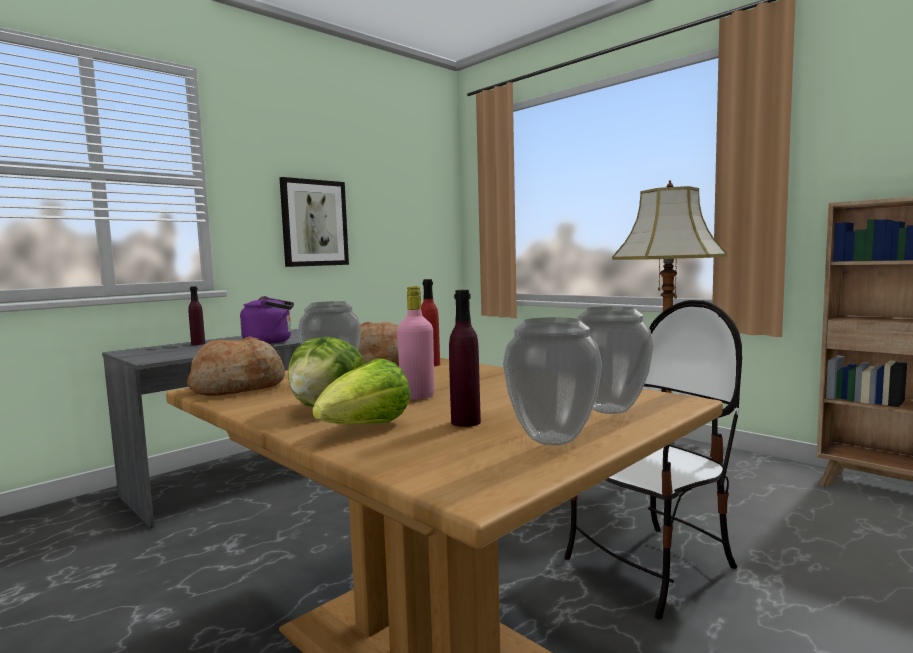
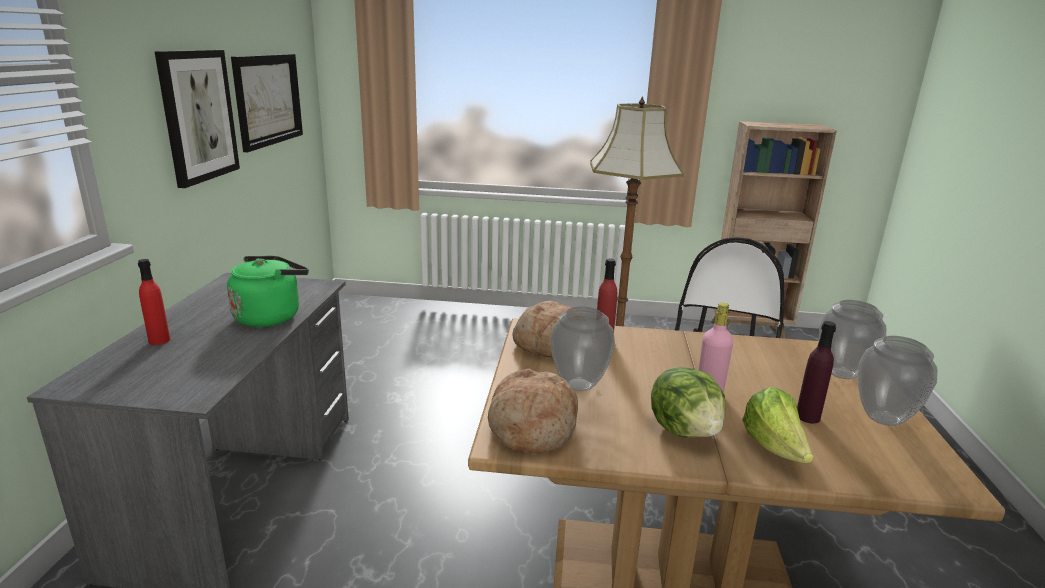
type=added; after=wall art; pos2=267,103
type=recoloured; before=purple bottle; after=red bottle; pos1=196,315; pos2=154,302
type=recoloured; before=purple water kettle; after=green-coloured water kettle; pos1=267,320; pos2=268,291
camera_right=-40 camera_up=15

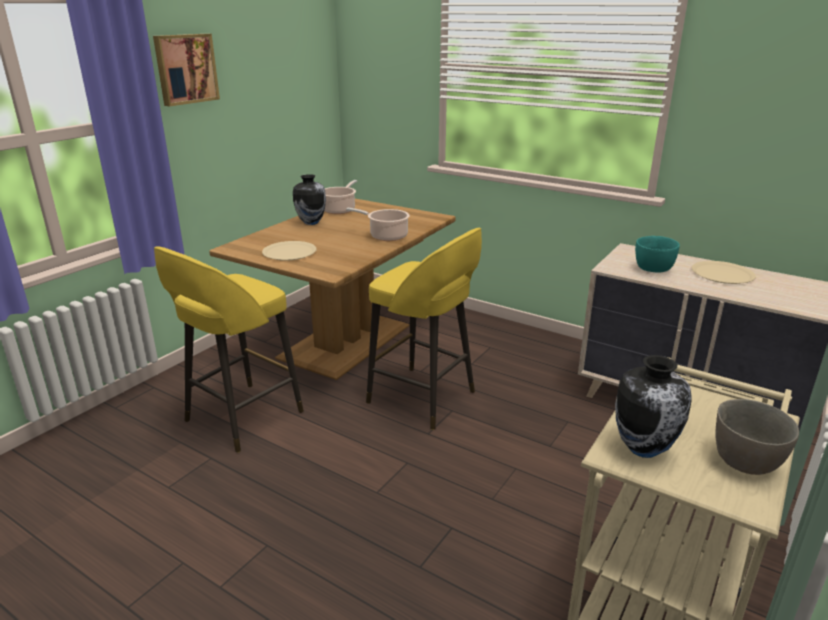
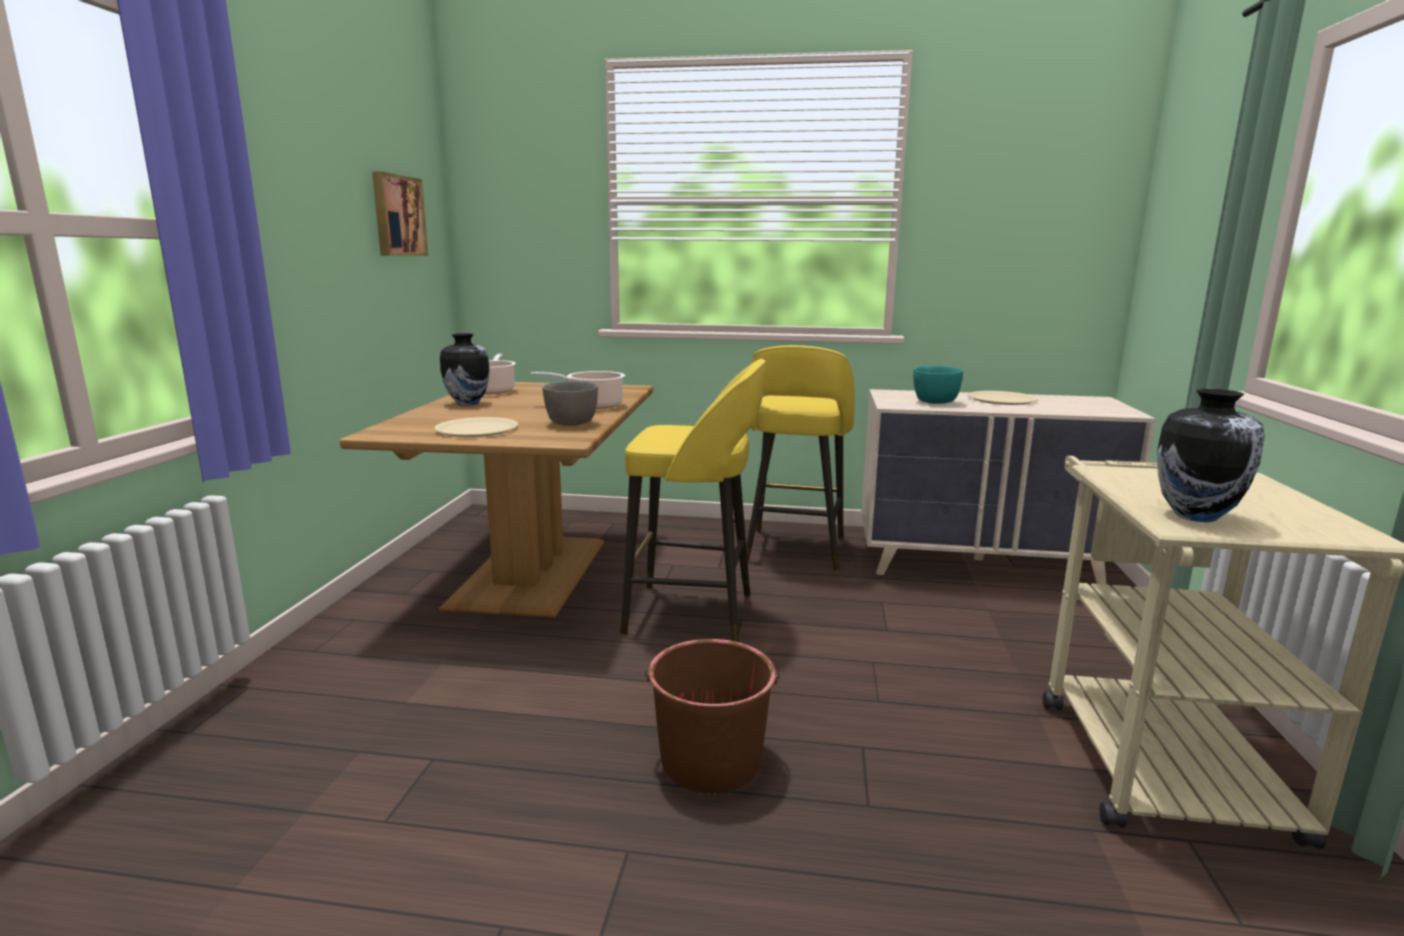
type=added; after=brownish water bucket; pos2=712,716
type=moved; before=wall art; pos1=186,70; pos2=400,213
type=moved; before=yellow sitting stool; pos1=229,349; pos2=800,458
type=moved; before=greyish bowl; pos1=757,437; pos2=570,403
camera_right=-25 camera_up=-10

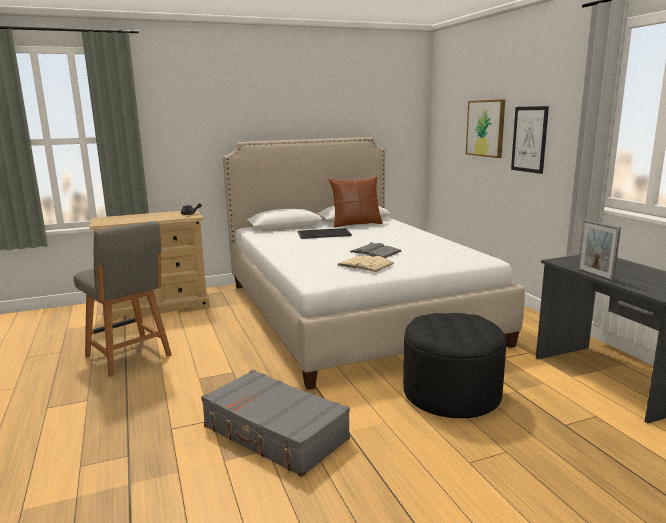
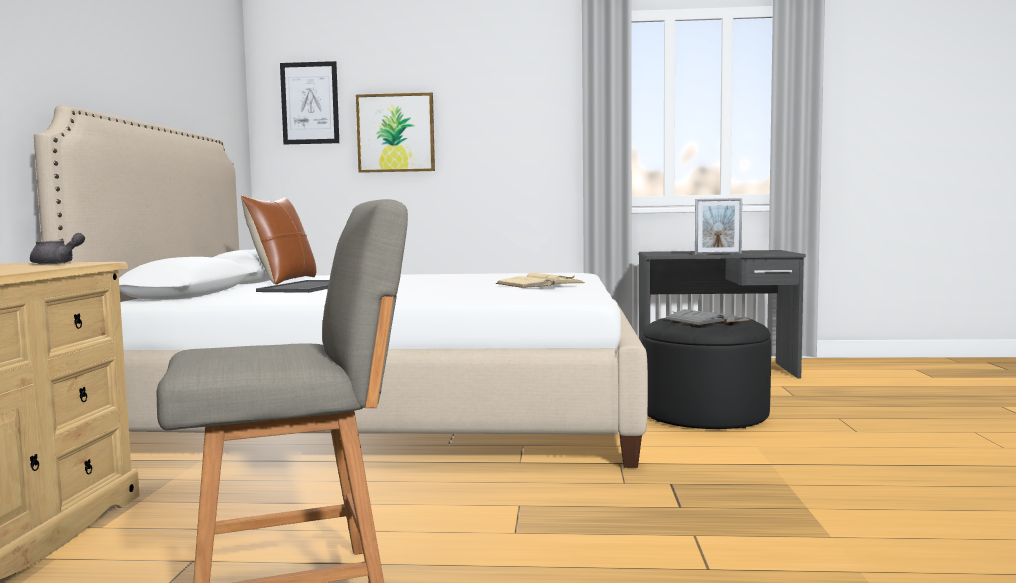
type=removed; before=greyish travel case; pos1=275,423
type=moved; before=greyish volume; pos1=376,250; pos2=707,317
type=moved; before=wall art; pos1=530,140; pos2=309,102
camera_right=-65 camera_up=-10

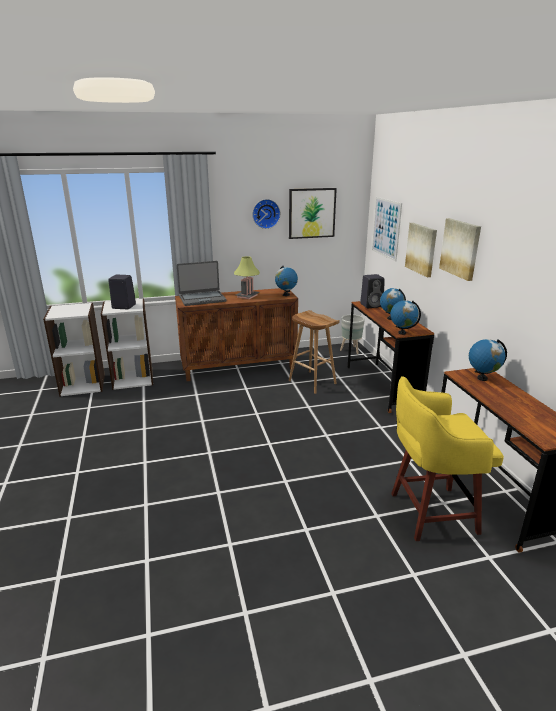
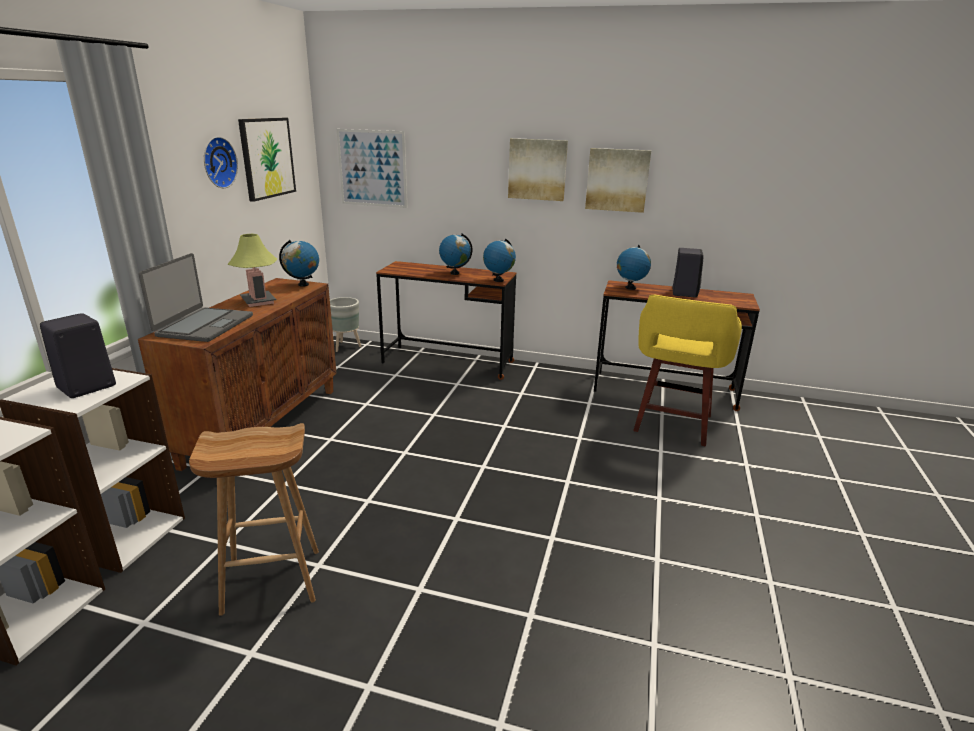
type=moved; before=brownish sitting stool; pos1=314,352; pos2=254,519
type=moved; before=black-coloured speaker; pos1=372,291; pos2=688,273
type=moved; before=wall art; pos1=421,250; pos2=618,180
camera_right=-60 camera_up=0

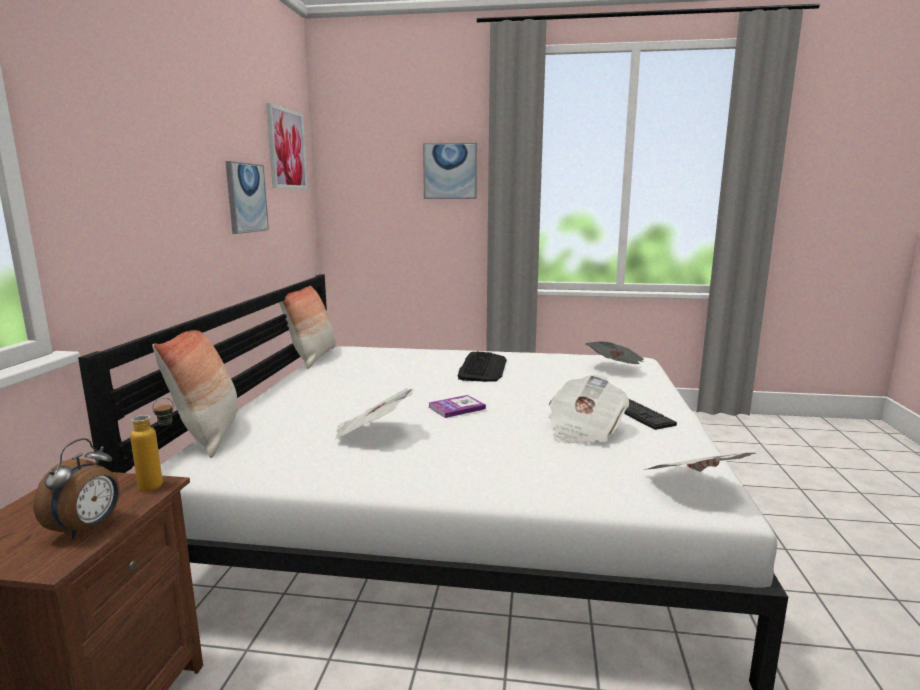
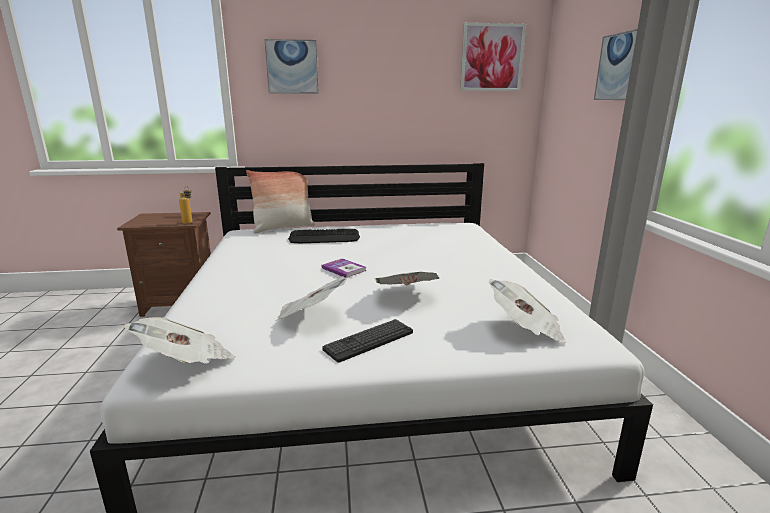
type=removed; before=bedside clock; pos1=76,489
type=removed; before=pillow; pos1=307,327
type=moved; before=wall art; pos1=247,197; pos2=291,66
type=moved; before=printed paper; pos1=374,413; pos2=407,278
type=moved; before=PC keyboard; pos1=482,366; pos2=324,236
camera_right=75 camera_up=5

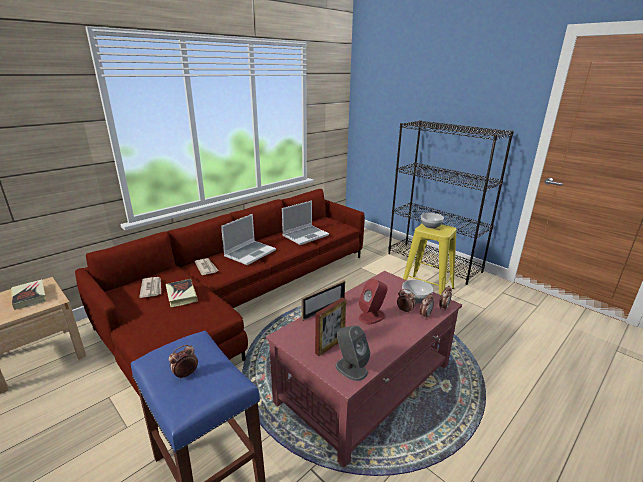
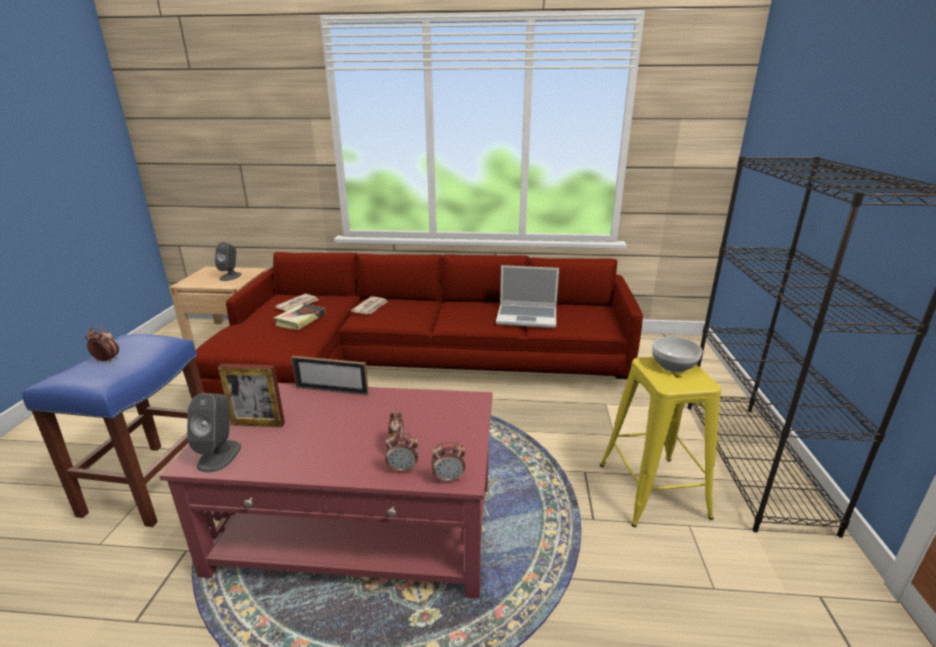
type=removed; before=notebook computer; pos1=248,239
type=removed; before=red speaker; pos1=373,301
type=removed; before=bowl; pos1=417,292
type=replaced; before=volume; after=greyish speaker; pos1=28,294; pos2=228,261
camera_right=50 camera_up=0

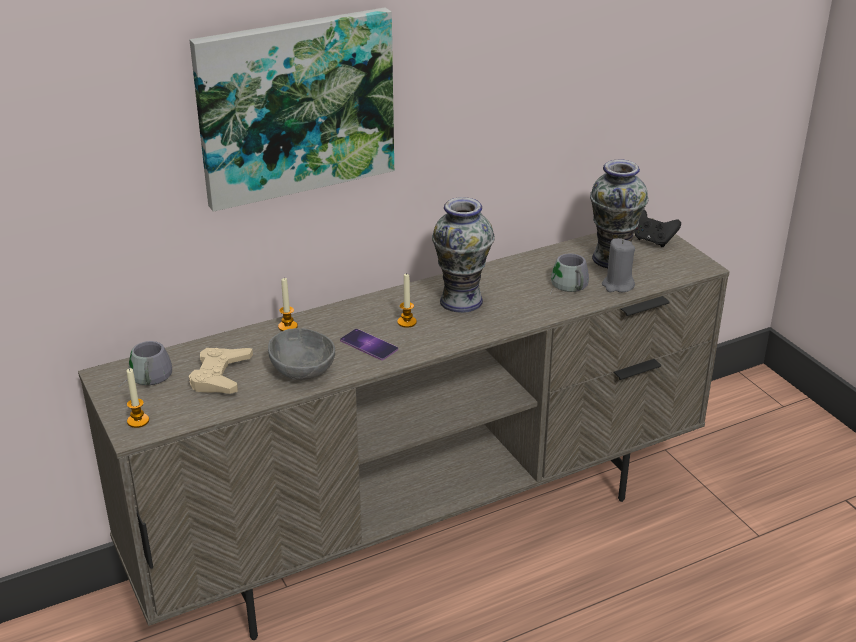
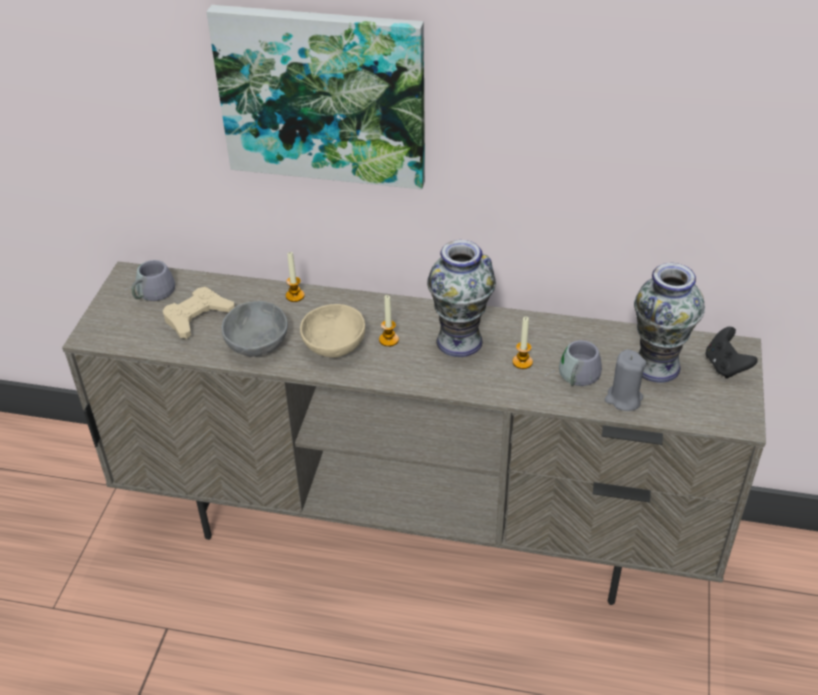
type=moved; before=wax light; pos1=138,398; pos2=522,343
type=replaced; before=phone; after=beige bowl; pos1=369,345; pos2=332,331
camera_right=40 camera_up=10

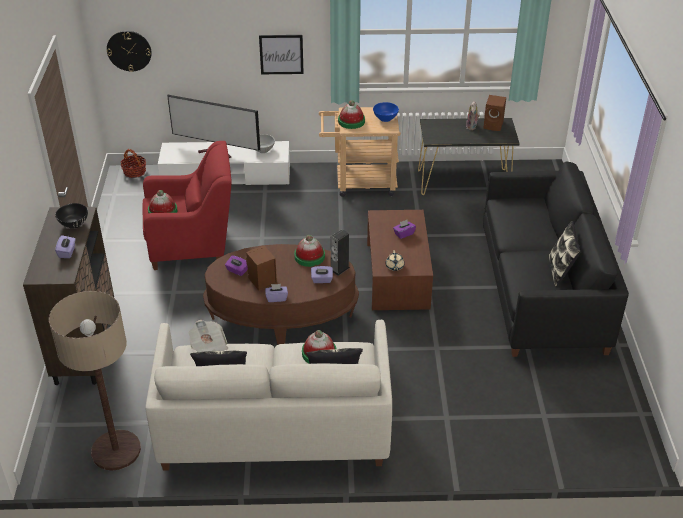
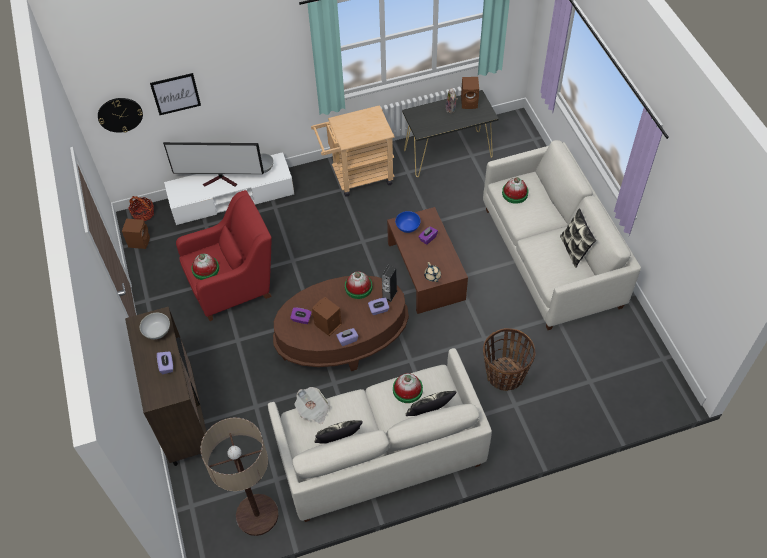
type=added; after=brownish speaker; pos2=136,234
type=added; after=household basket; pos2=509,359
type=moved; before=wall art; pos1=281,54; pos2=175,94
type=moved; before=clothing hat; pos1=351,114; pos2=515,190
type=moved; before=blue-coloured bowl; pos1=386,112; pos2=408,222
type=recoloured; before=black-coloured bowl; after=whitish bowl; pos1=71,216; pos2=155,326
type=recoloured; before=black-coloured sofa; after=whitish sofa; pos1=556,259; pos2=562,235
camera_right=-15 camera_up=15

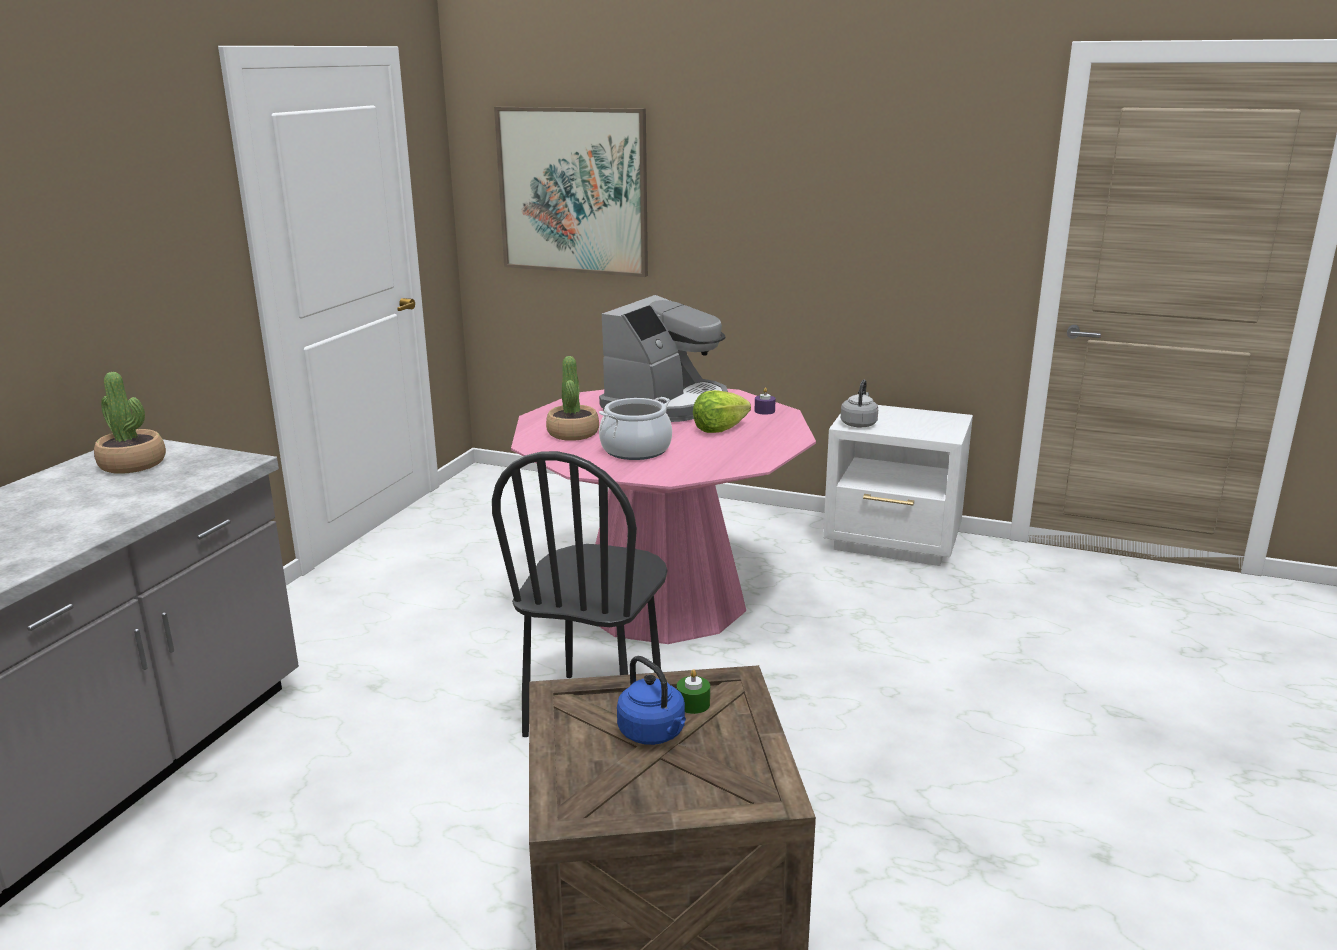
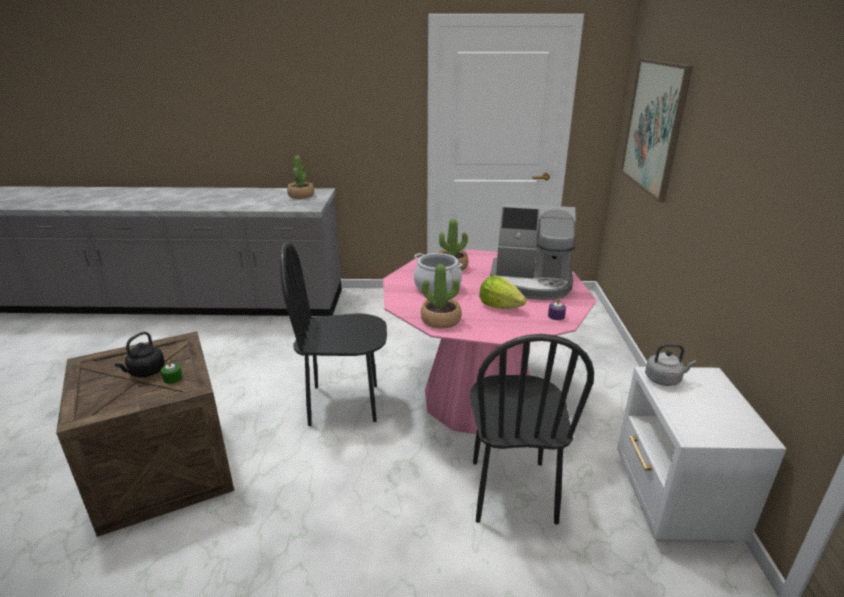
type=added; after=potted plant; pos2=441,296
type=added; after=black-coloured upright chair; pos2=532,429
type=recoloured; before=blue-coloured water kettle; after=black-coloured water kettle; pos1=651,700; pos2=140,354
camera_right=70 camera_up=5

